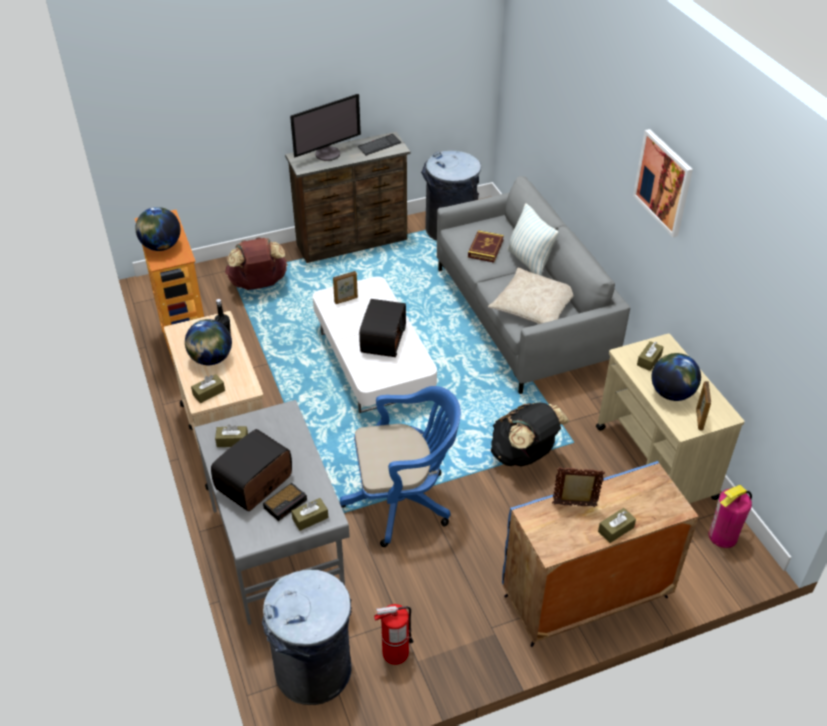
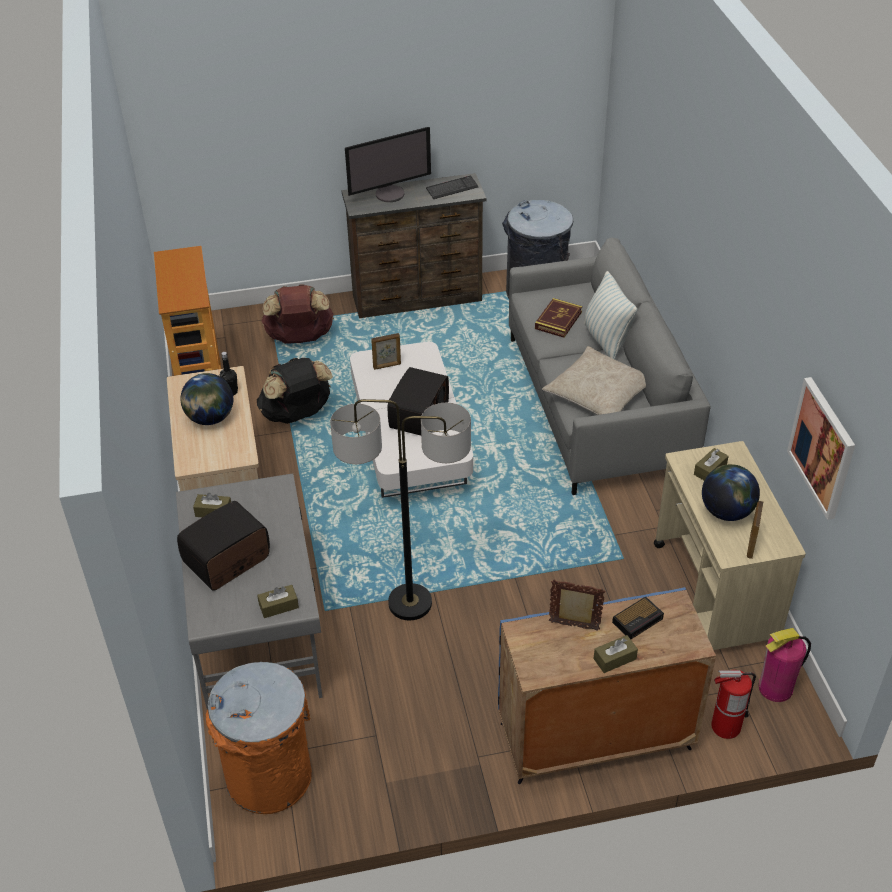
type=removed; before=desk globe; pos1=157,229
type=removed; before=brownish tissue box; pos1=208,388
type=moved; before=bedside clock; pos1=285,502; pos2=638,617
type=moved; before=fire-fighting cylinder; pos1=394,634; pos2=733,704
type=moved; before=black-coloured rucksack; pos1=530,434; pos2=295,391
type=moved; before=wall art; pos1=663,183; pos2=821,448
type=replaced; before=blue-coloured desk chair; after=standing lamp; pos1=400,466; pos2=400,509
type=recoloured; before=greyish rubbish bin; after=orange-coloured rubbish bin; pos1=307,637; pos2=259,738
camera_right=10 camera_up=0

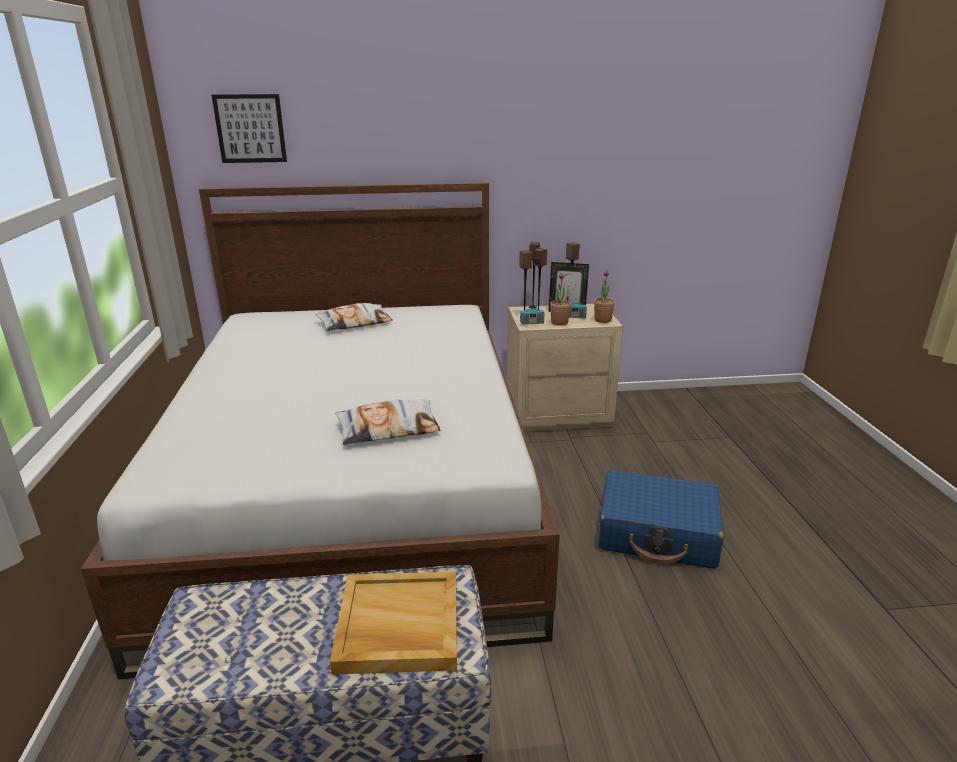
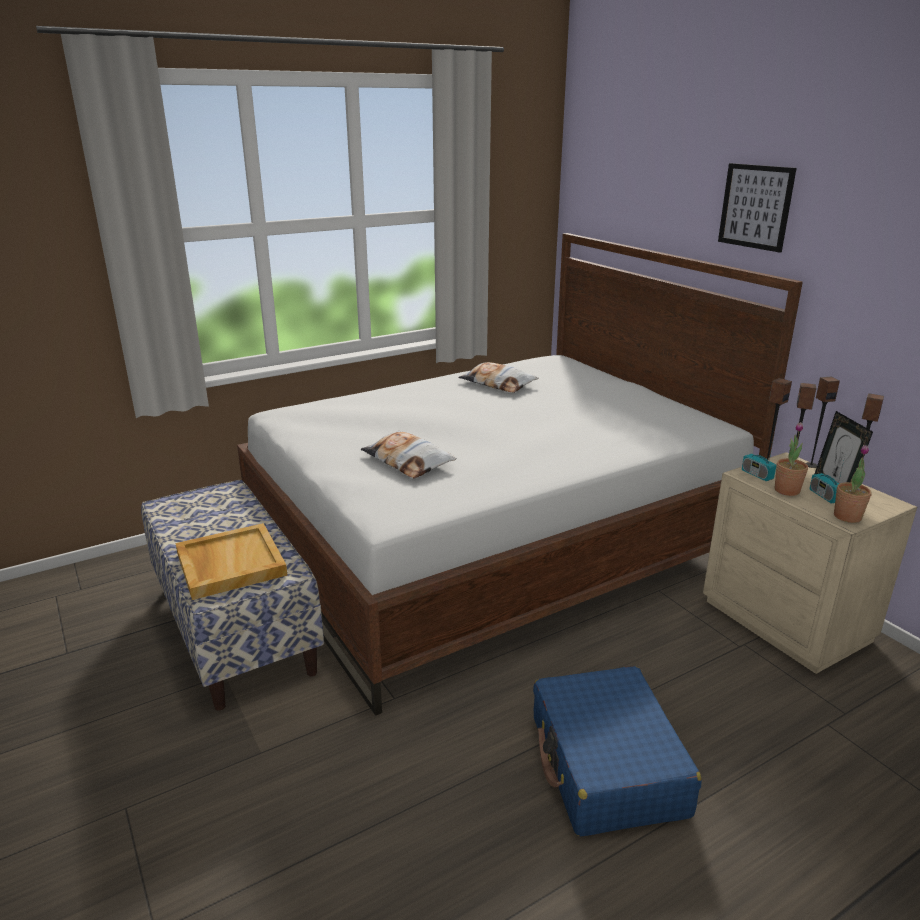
type=moved; before=wall art; pos1=249,128; pos2=757,208
type=moved; before=pillow; pos1=353,317; pos2=498,377
camera_right=65 camera_up=0

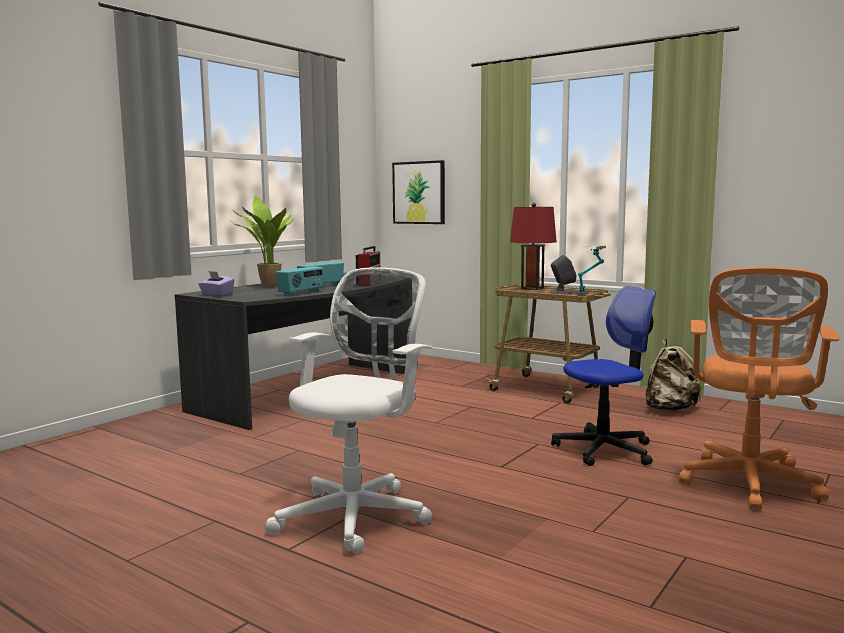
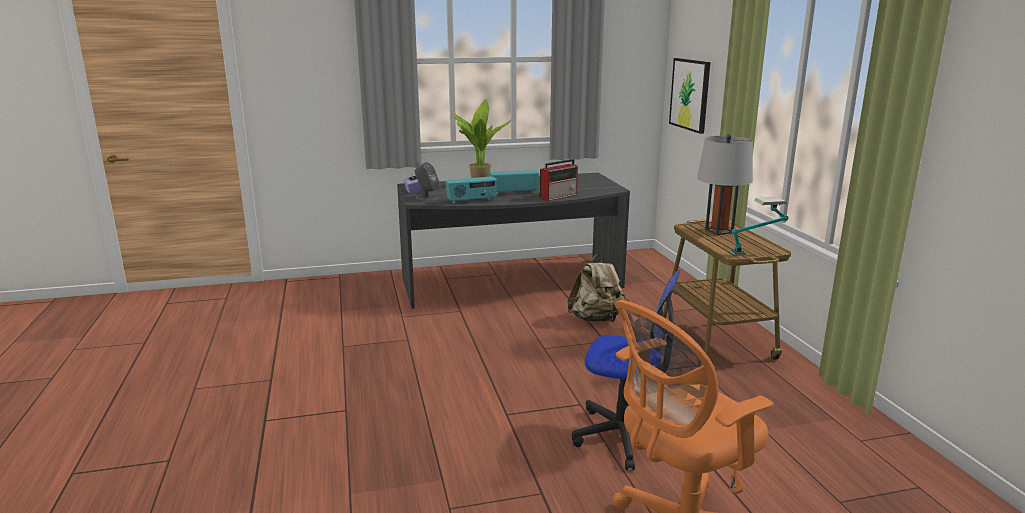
type=removed; before=whitish desk chair; pos1=348,410
type=moved; before=greyish speaker; pos1=563,274; pos2=427,181
type=moved; before=beige rucksack; pos1=673,374; pos2=596,288
type=recoloured; before=red tabletop lamp; after=greyish tabletop lamp; pos1=533,246; pos2=725,184
camera_right=40 camera_up=10

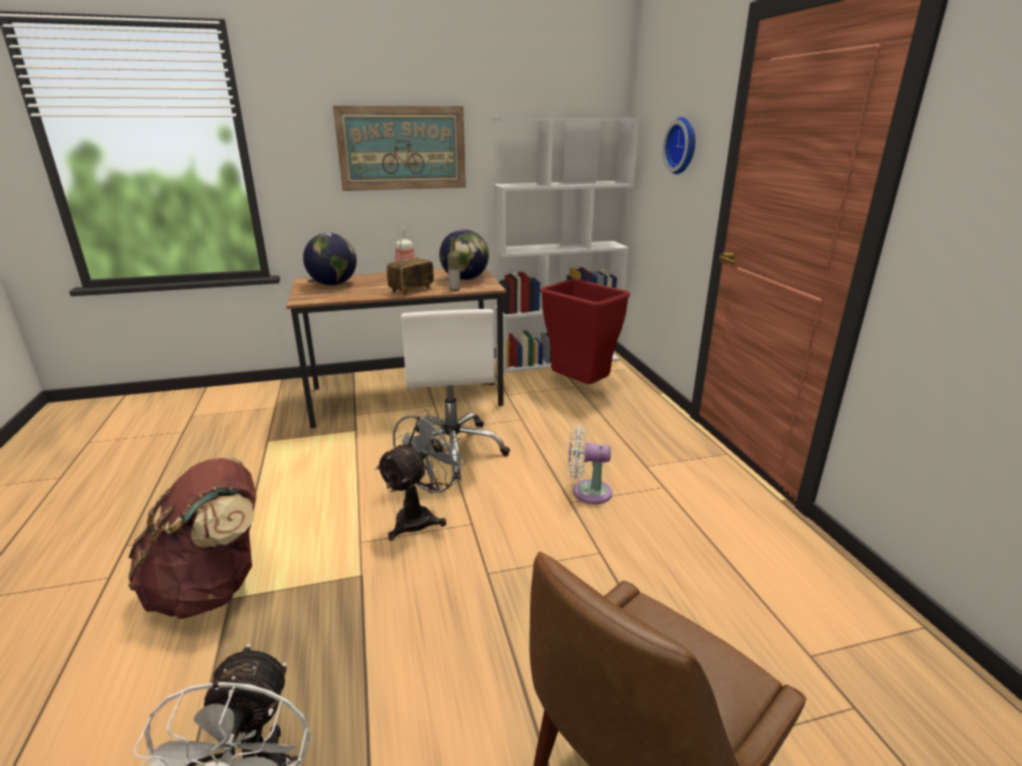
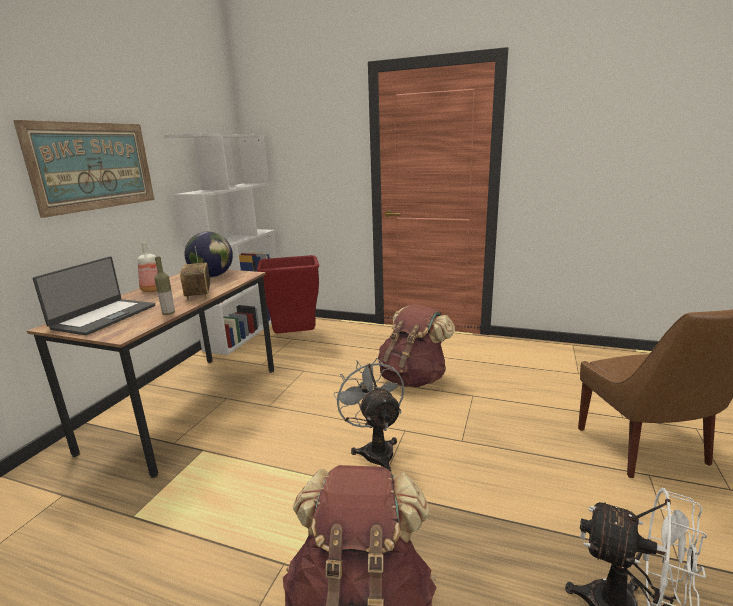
type=removed; before=whitish desk chair; pos1=455,395
type=removed; before=wall clock; pos1=679,145
type=moved; before=bottle; pos1=453,264; pos2=164,286
type=replaced; before=desk globe; after=notebook computer; pos1=330,259; pos2=94,295
type=replaced; before=whitish cooling fan; after=brownish rucksack; pos1=590,464; pos2=416,345
camera_right=-55 camera_up=-5

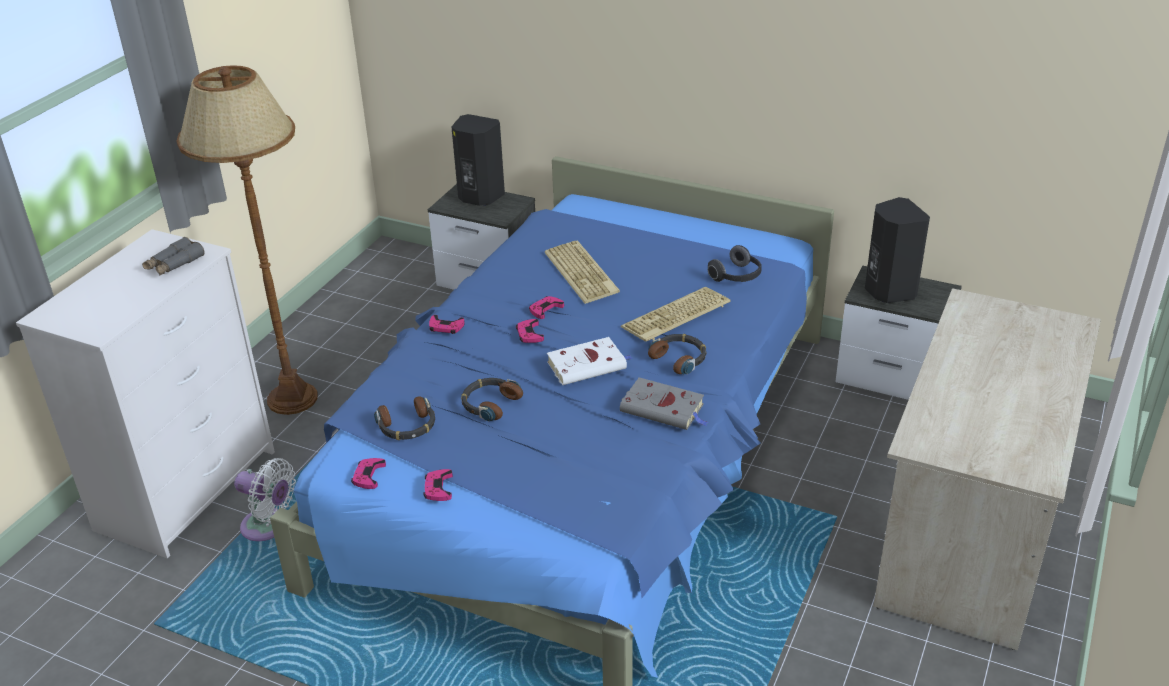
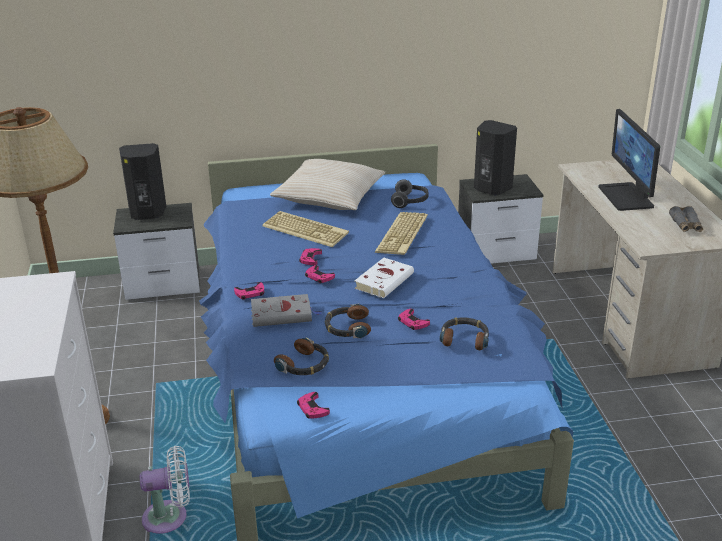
type=added; after=beige pillow; pos2=327,184
type=added; after=monitor; pos2=629,160
type=moved; before=greyish field glasses; pos1=173,256; pos2=686,219
type=moved; before=pinkish game controller; pos1=438,485; pos2=414,319
type=moved; before=greyish volume; pos1=664,403; pos2=286,310
type=moved; before=headset; pos1=677,354; pos2=464,333
camera_right=-35 camera_up=-5

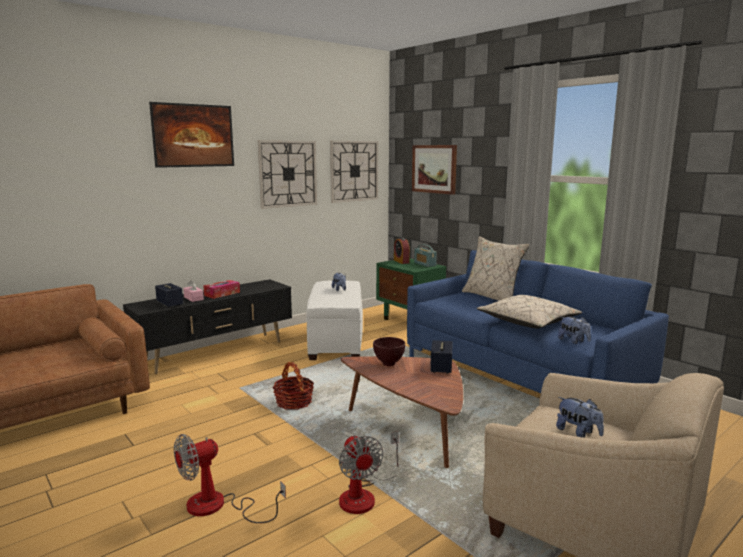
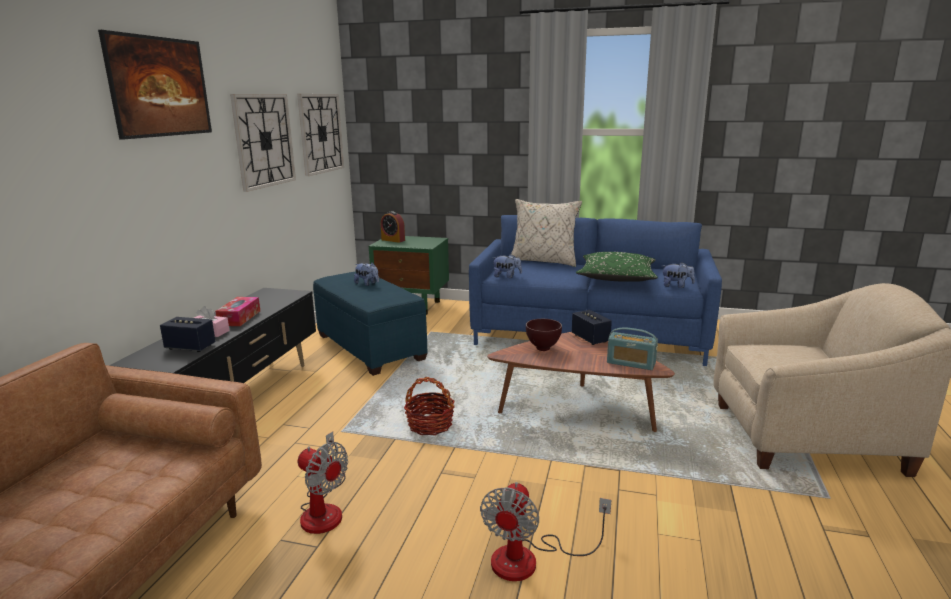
type=removed; before=wall art; pos1=434,170
type=moved; before=cooling fan; pos1=369,472; pos2=323,482
type=moved; before=radio set; pos1=425,255; pos2=632,348
type=moved; before=soft toy; pos1=580,417; pos2=507,266
type=recoloured; before=whitish pouffe; after=blue-coloured pouffe; pos1=334,320; pos2=370,324
type=recoloured; before=beige pillow; after=green-coloured pillow; pos1=529,311; pos2=617,267
camera_right=-35 camera_up=5

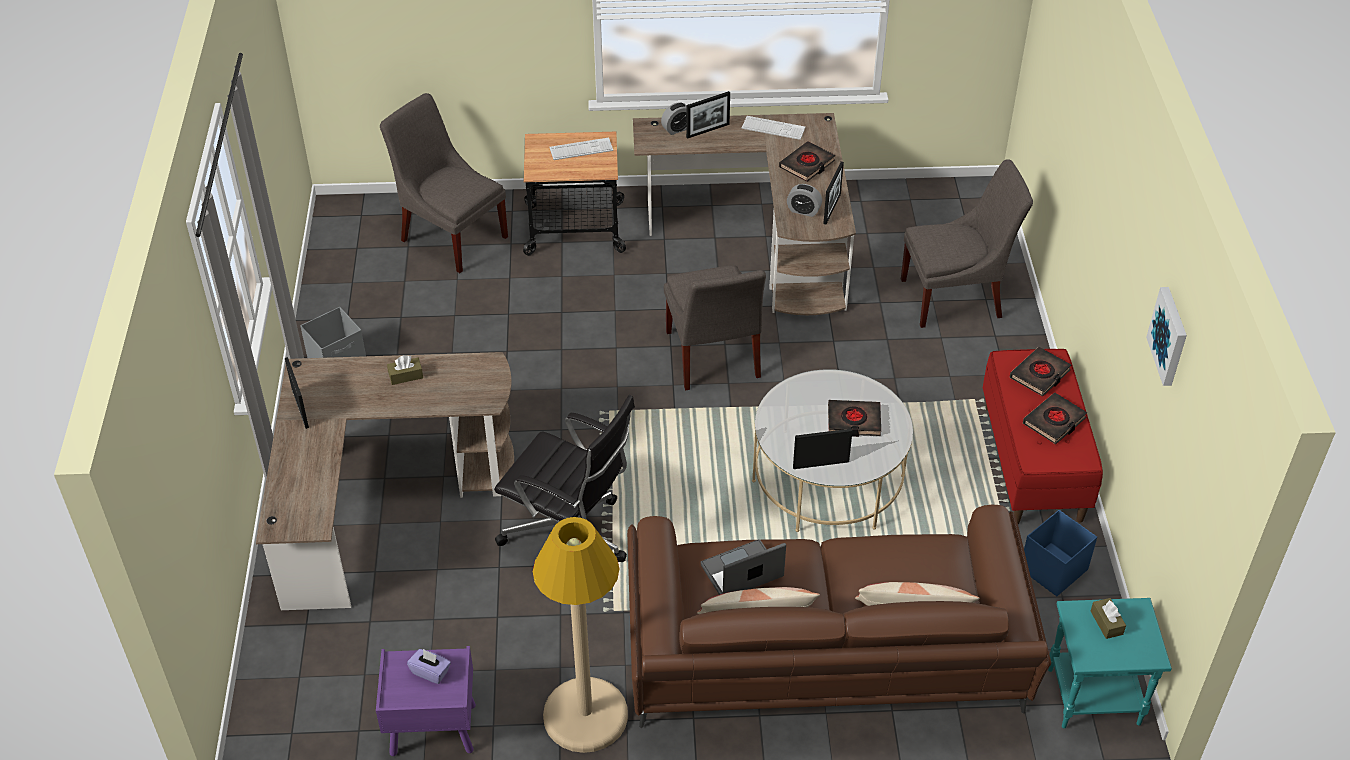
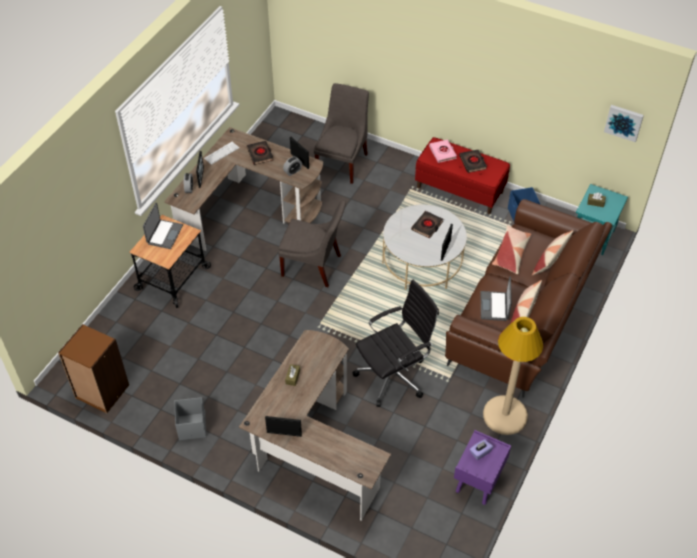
type=removed; before=greyish upright chair; pos1=444,183
type=added; after=brownish bookcase; pos2=93,368
type=added; after=pillow; pos2=512,249
type=moved; before=wall art; pos1=1166,336; pos2=624,123
type=replaced; before=PC keyboard; after=notebook computer; pos1=581,149; pos2=163,226
type=recoloured; before=black-coloured volume; after=pinkish volume; pos1=1040,372; pos2=443,151
camera_right=-60 camera_up=5

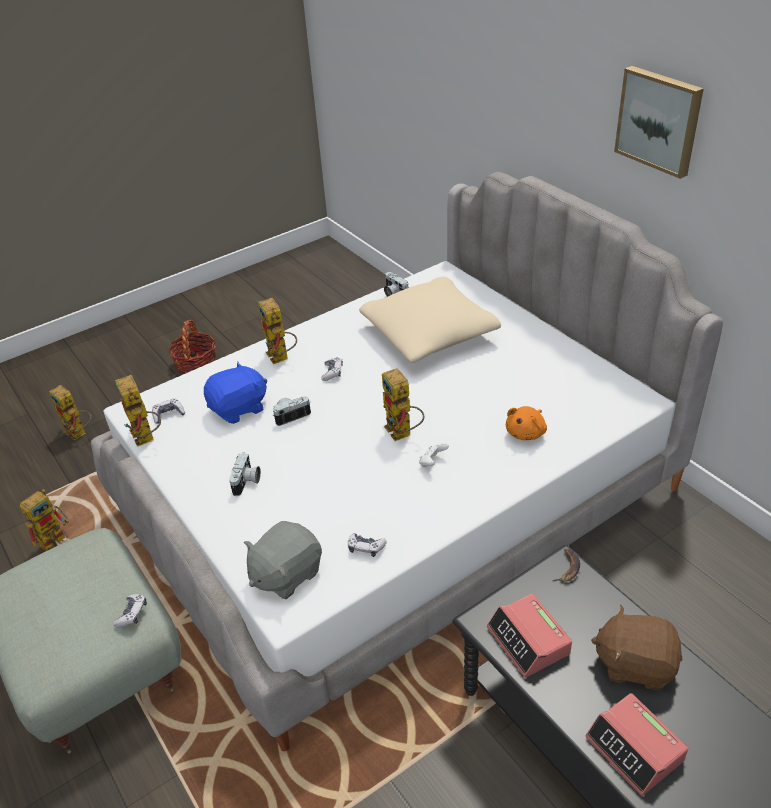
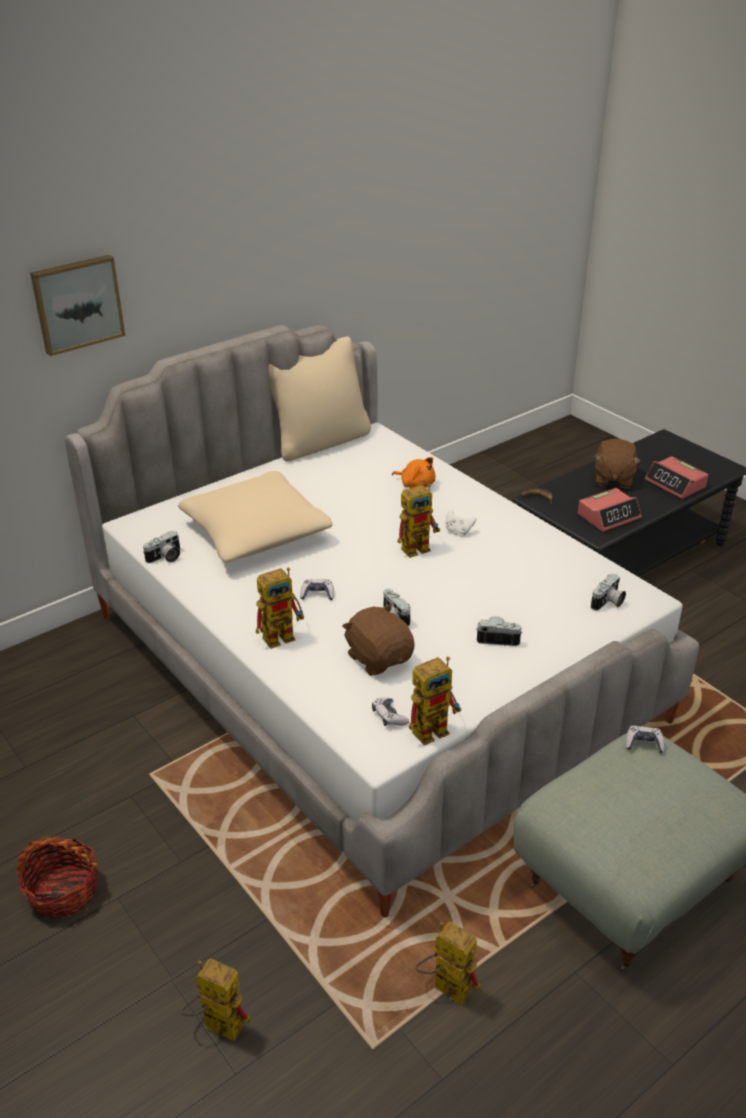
type=removed; before=game controller; pos1=367,545
type=added; after=beige pillow; pos2=319,399
type=moved; before=wall art; pos1=659,122; pos2=77,305
type=replaced; before=greyish soft toy; after=still camera; pos1=283,560; pos2=608,592
type=recoloured; before=blue-coloured soft toy; after=brownish soft toy; pos1=235,393; pos2=378,640
type=turned; before=robot figure; pos1=70,413; pos2=216,999; turn=-105
type=turned; before=bedside clock; pos1=636,744; pos2=676,477; turn=90
camera_right=-95 camera_up=-5

